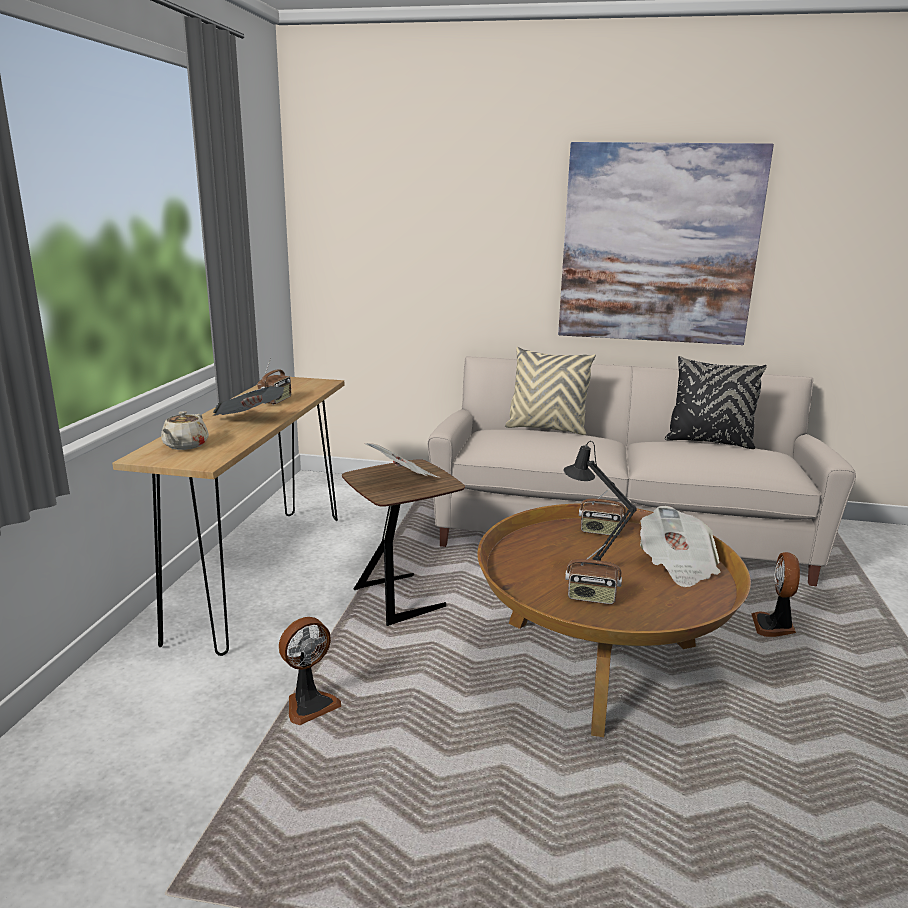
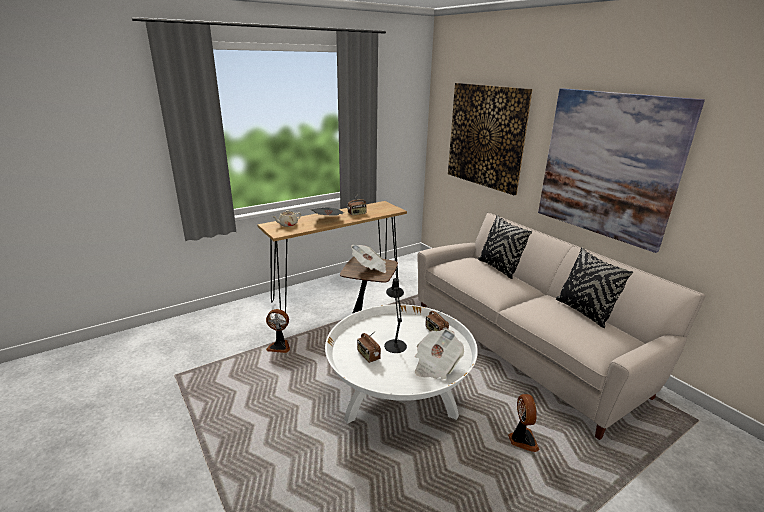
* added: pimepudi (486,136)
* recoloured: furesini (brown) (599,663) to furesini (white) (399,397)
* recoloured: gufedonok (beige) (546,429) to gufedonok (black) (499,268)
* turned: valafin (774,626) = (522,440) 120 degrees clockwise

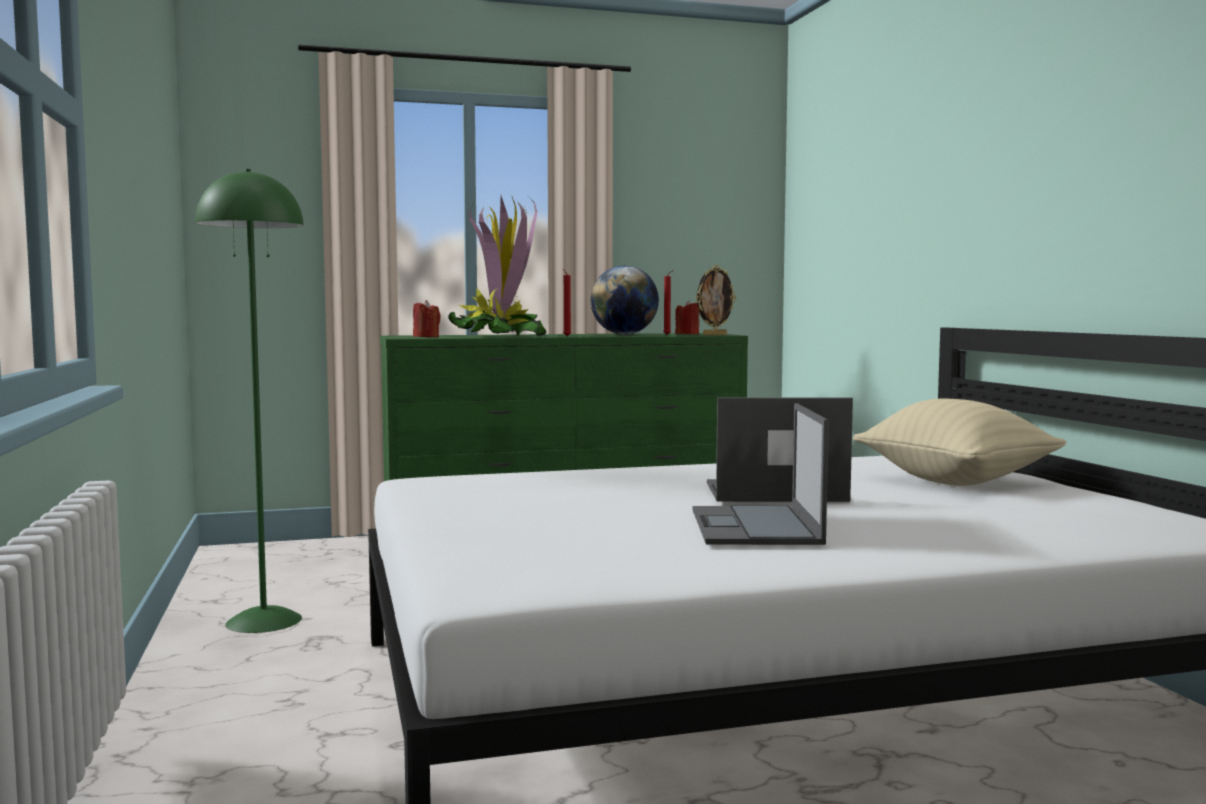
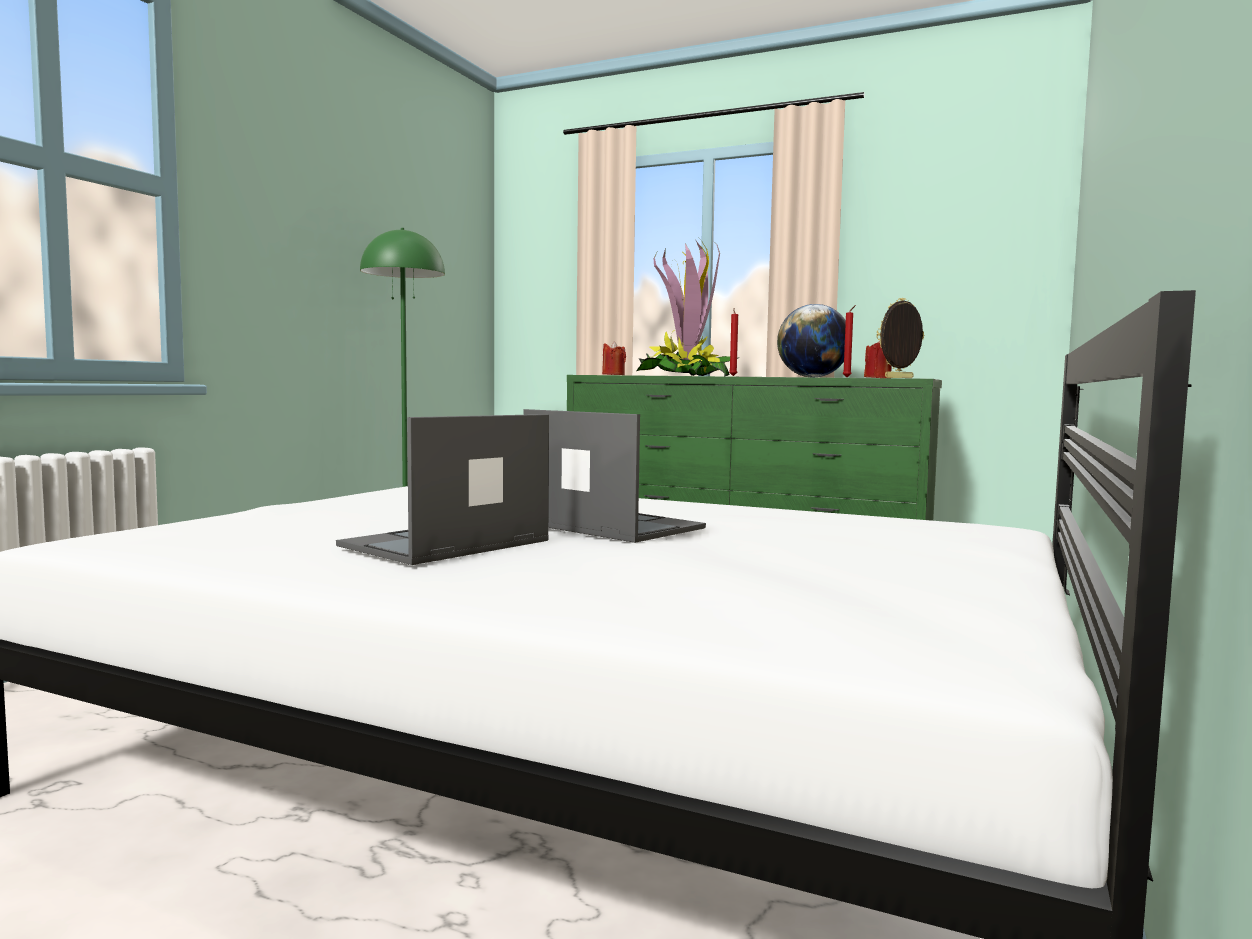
* removed: gufedonok (beige) (956,481)
* turned: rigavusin (714,335) = (899,377) 150 degrees clockwise

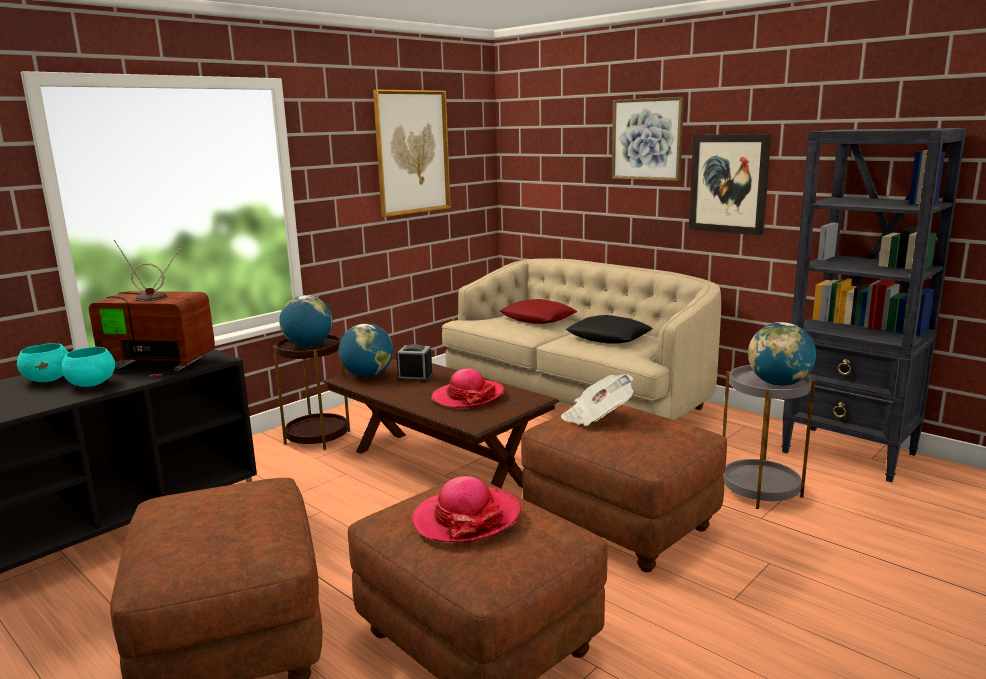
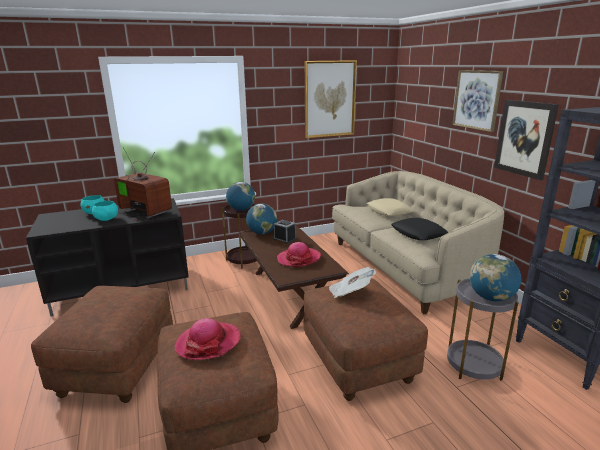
* recoloured: gufedonok (red) (538,318) to gufedonok (beige) (389,211)

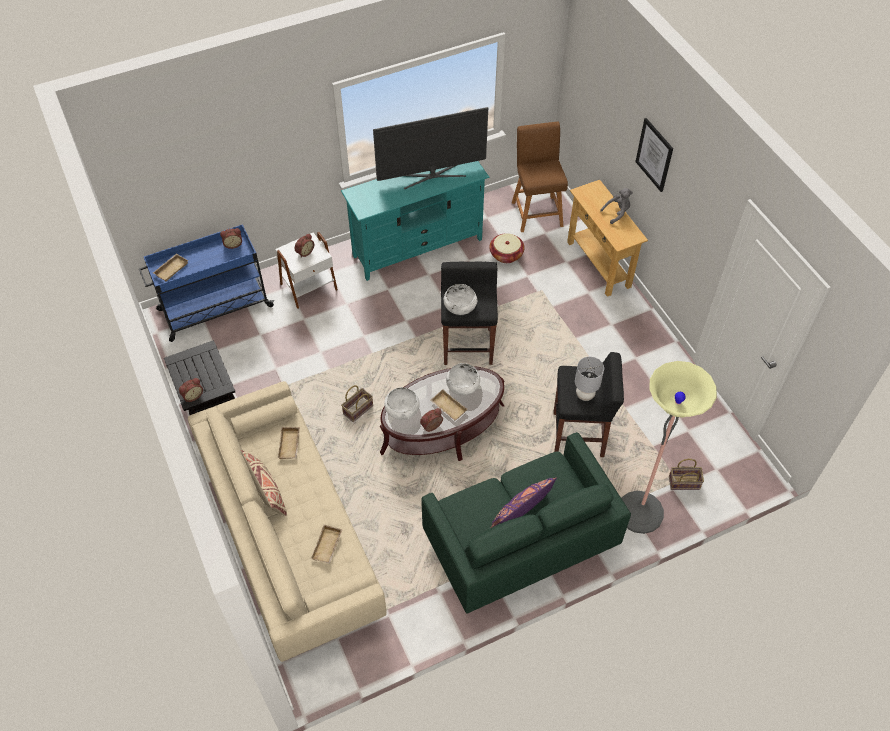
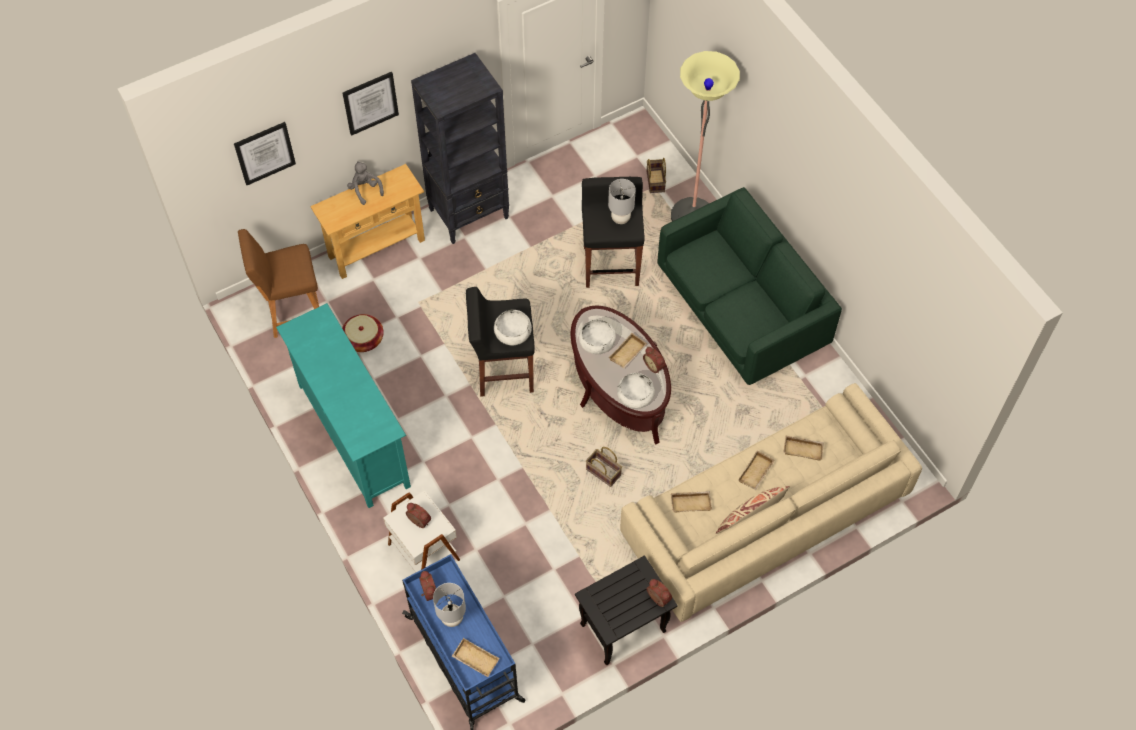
* removed: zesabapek (432,175)
* removed: gufedonok (purple) (522,510)
* added: pimepudi (264,153)
* added: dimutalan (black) (469,213)
* added: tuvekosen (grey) (452,618)
* added: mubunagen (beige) (756,473)

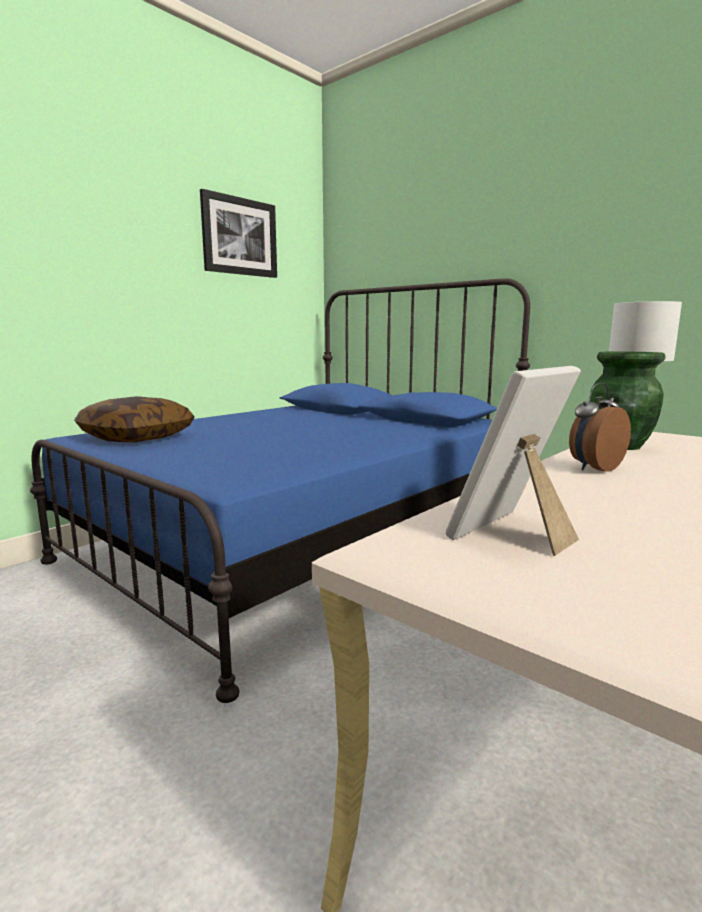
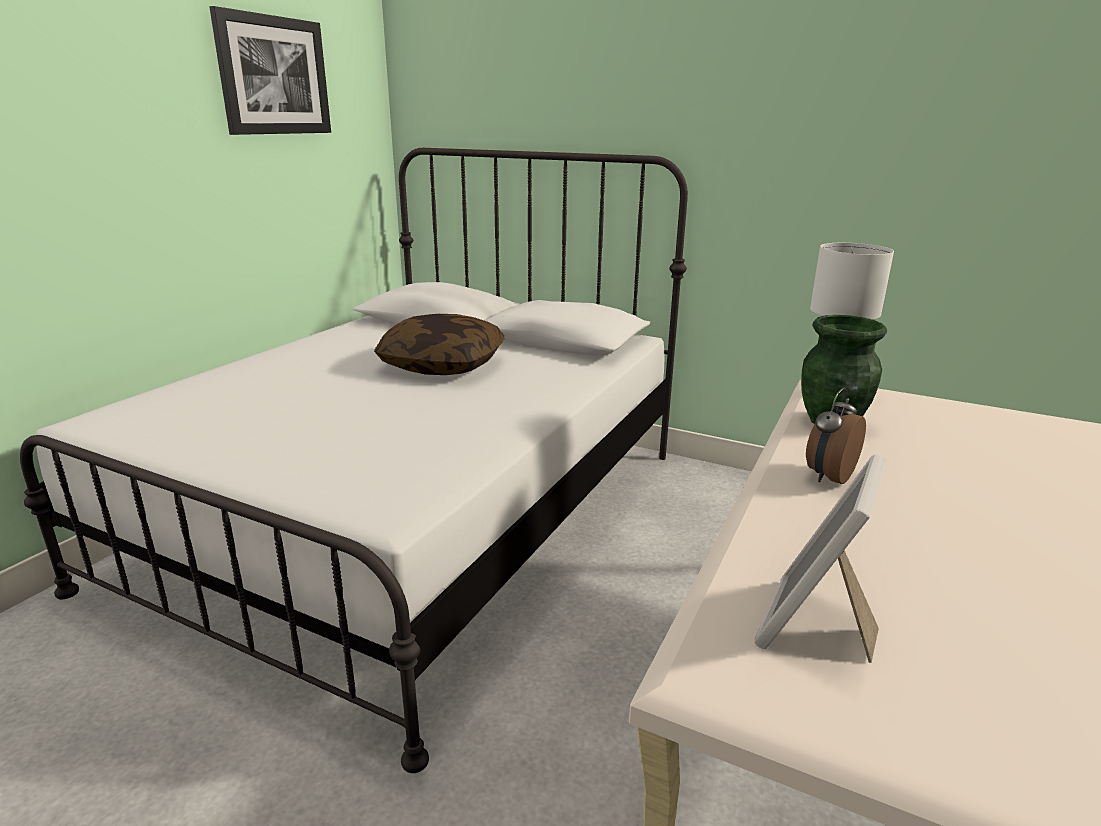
* moved: gufedonok (137,438) to (442,365)
* recoloured: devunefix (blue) (300,543) to devunefix (white) (417,514)

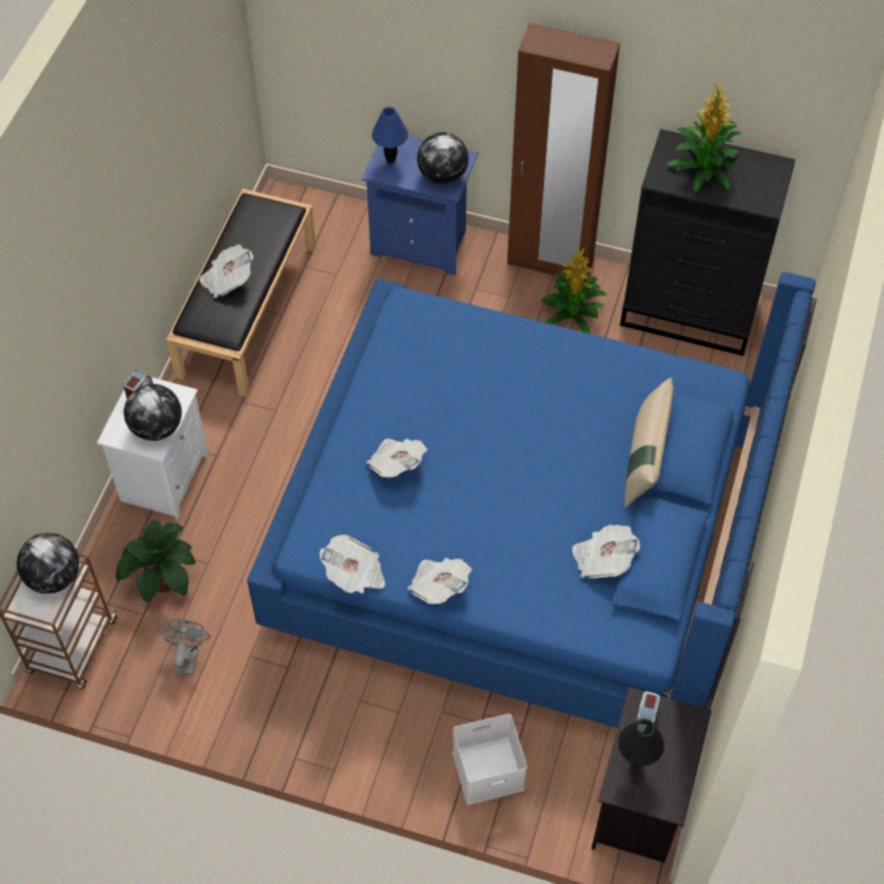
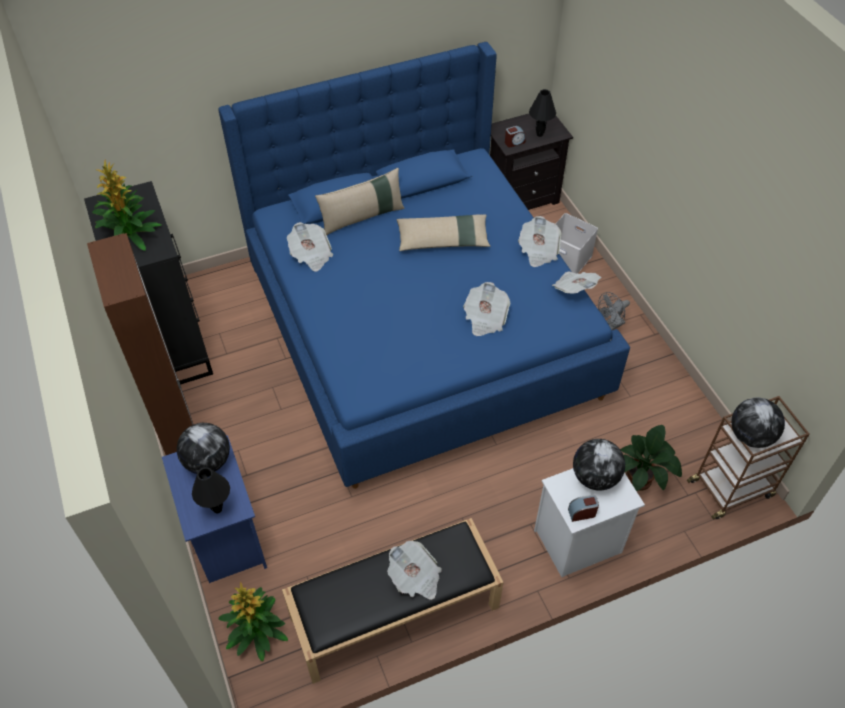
* added: gufedonok (beige) (443,239)
* moved: valafin (grey) (187,656) to (610,326)
* moved: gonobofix (572,313) to (255,630)
* moved: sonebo (603,559) to (311,255)
* recoloured: tuvekosen (blue) (390,159) to tuvekosen (black) (217,510)

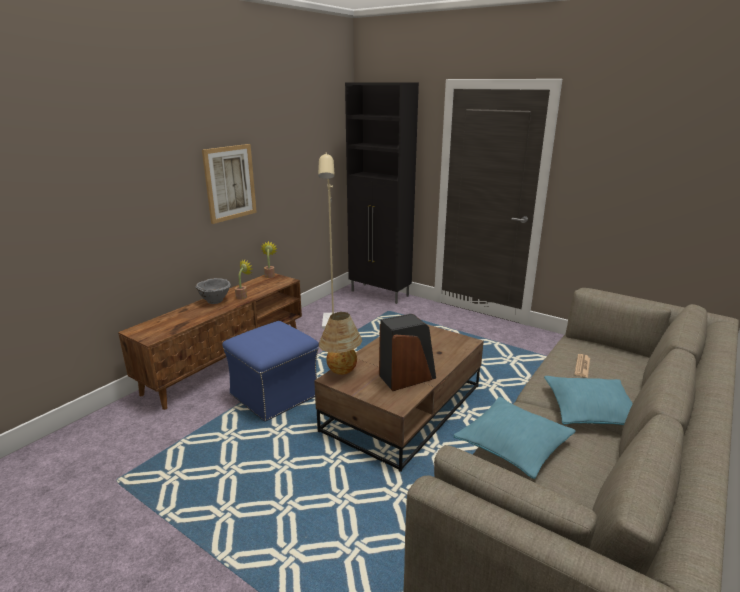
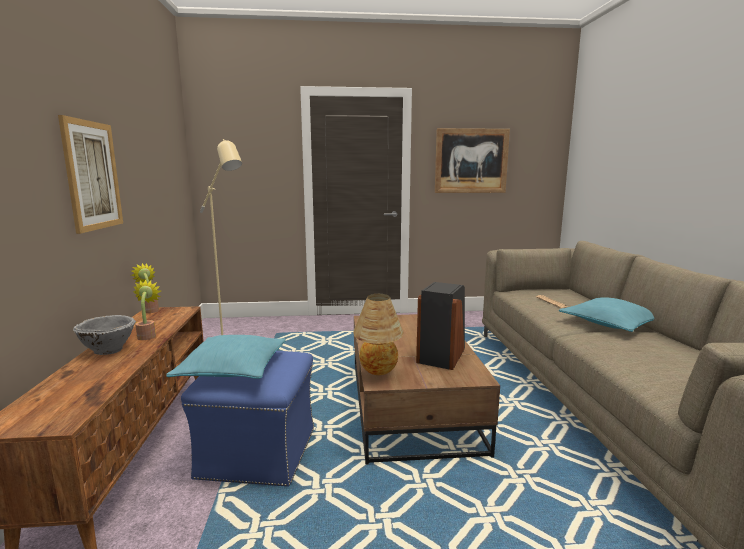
* removed: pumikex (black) (380,294)
* added: pimepudi (471,161)
* moved: gufedonok (turquoise) (513,444) to (232,369)

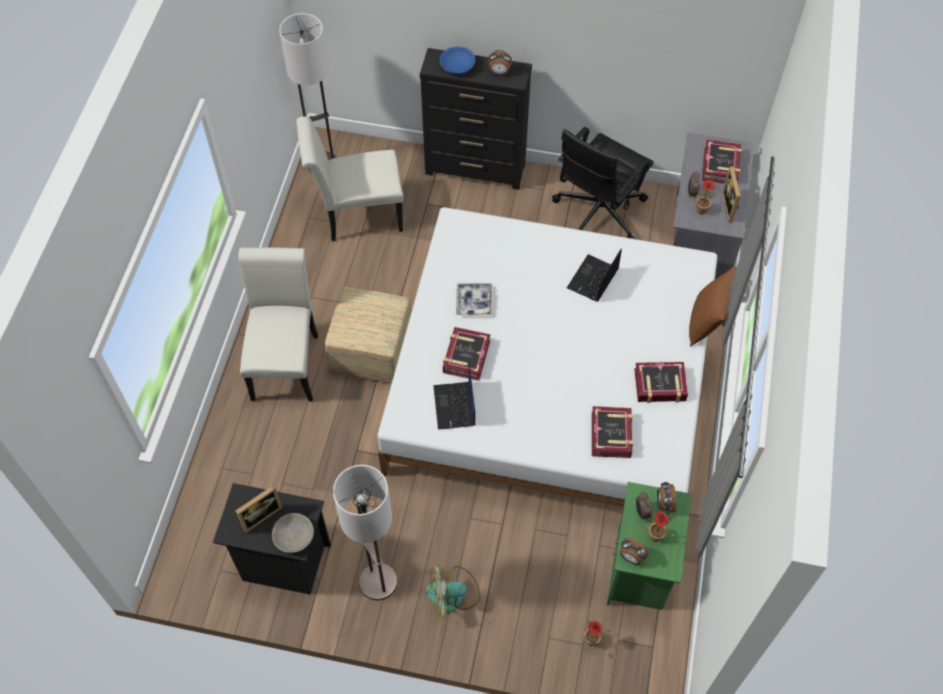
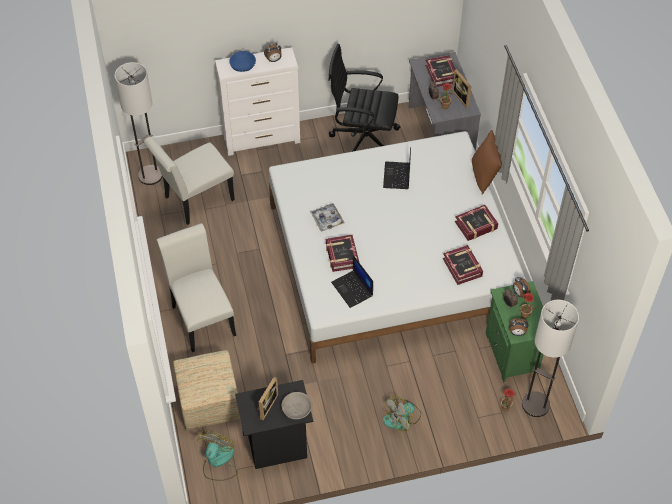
* added: valafin (218,462)
* moved: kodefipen (371,352) to (209,402)
* moved: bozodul (377,582) to (535,404)
* recoloured: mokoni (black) (476,170) to mokoni (white) (262,140)
* turned: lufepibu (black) (597,214) = (363,139) 90 degrees clockwise

